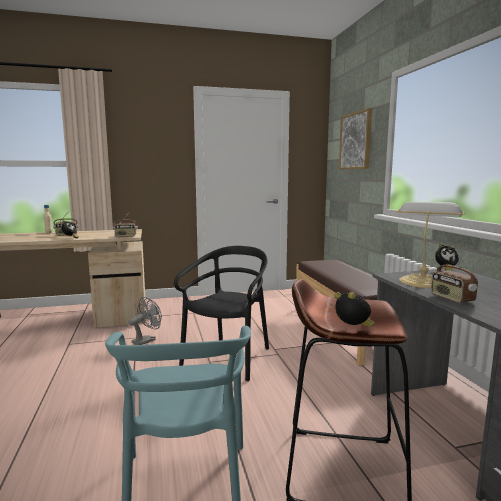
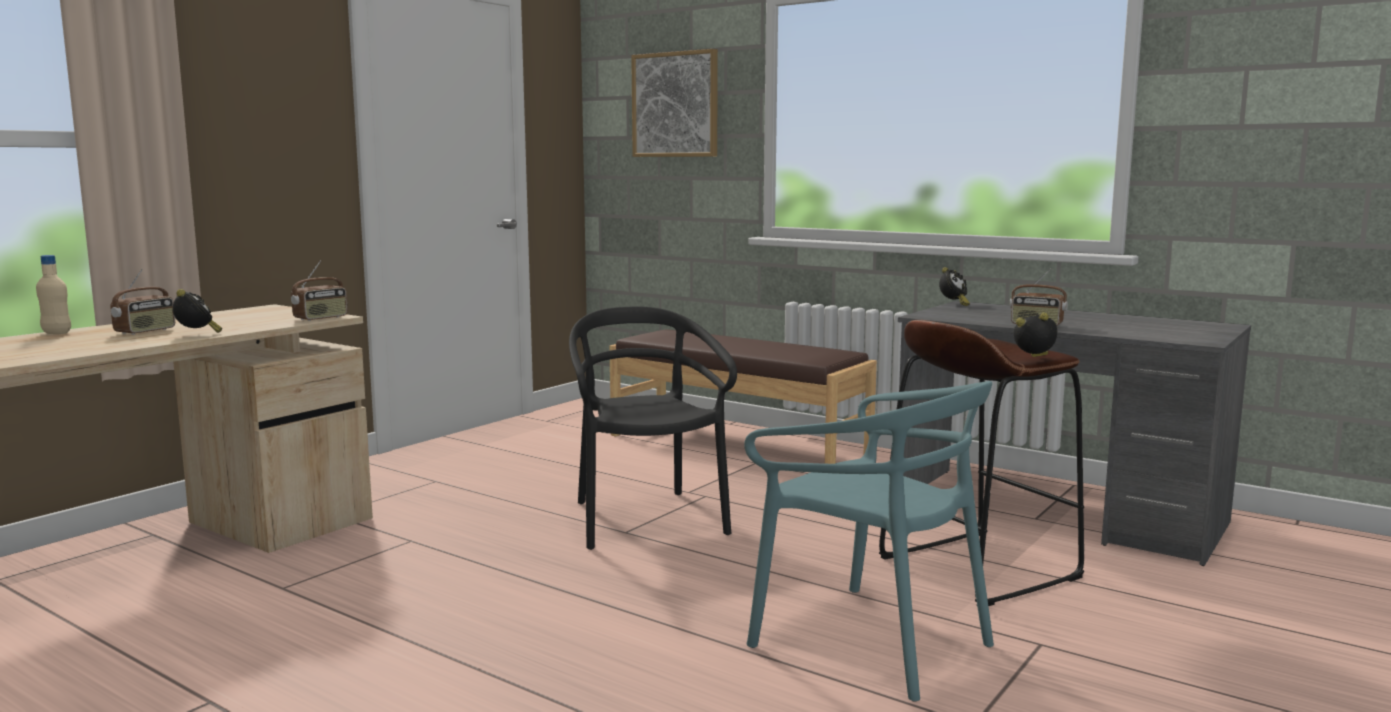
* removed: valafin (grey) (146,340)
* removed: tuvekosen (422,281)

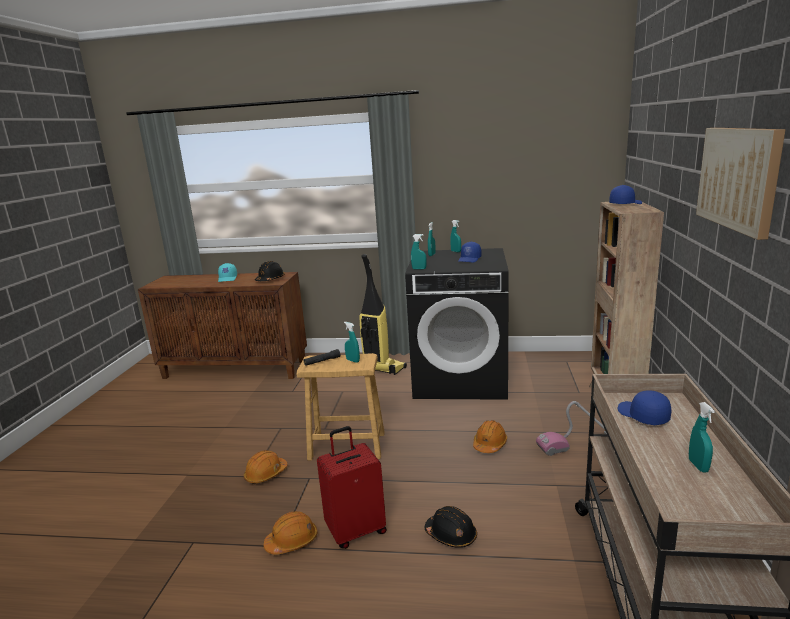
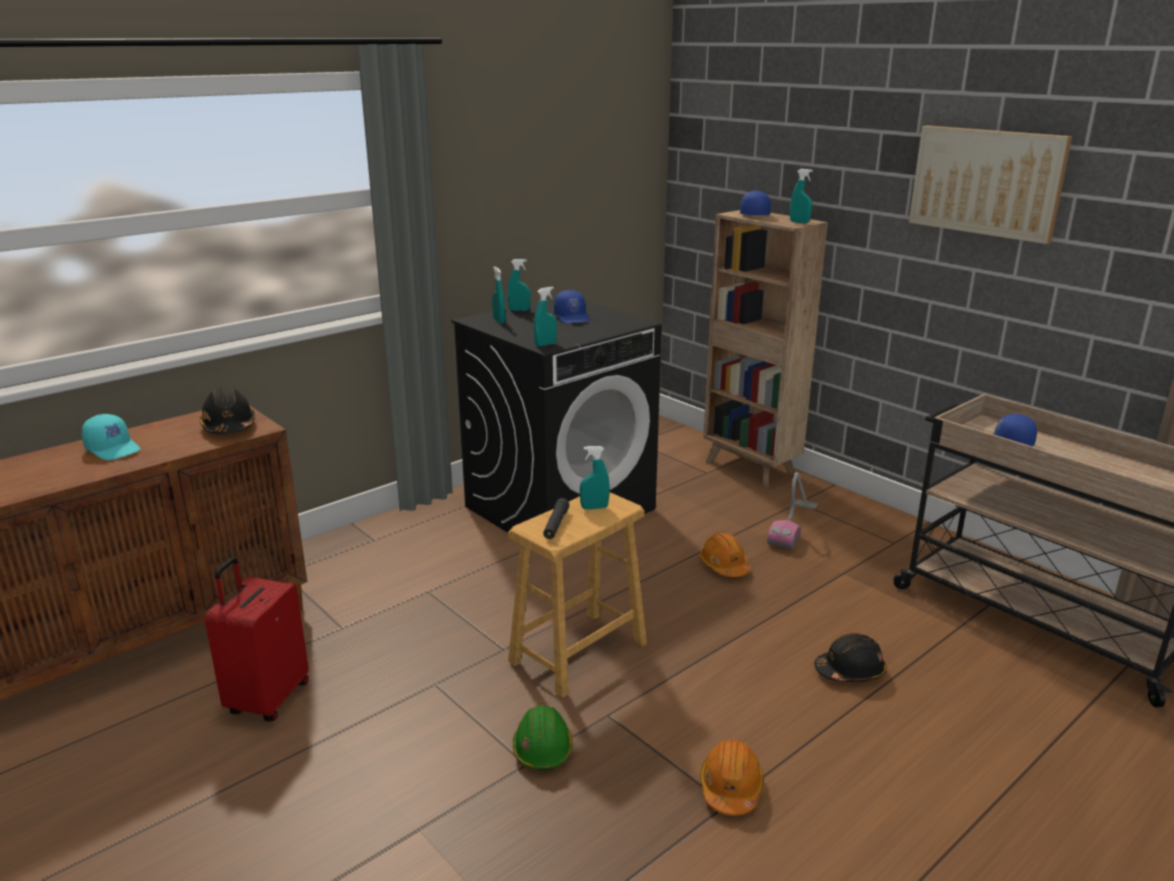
* removed: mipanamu (381,368)
* moved: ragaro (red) (356,530) to (267,699)
* moved: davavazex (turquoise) (698,466) to (799,222)
* recoloured: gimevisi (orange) (266,474) to gimevisi (green) (542,748)

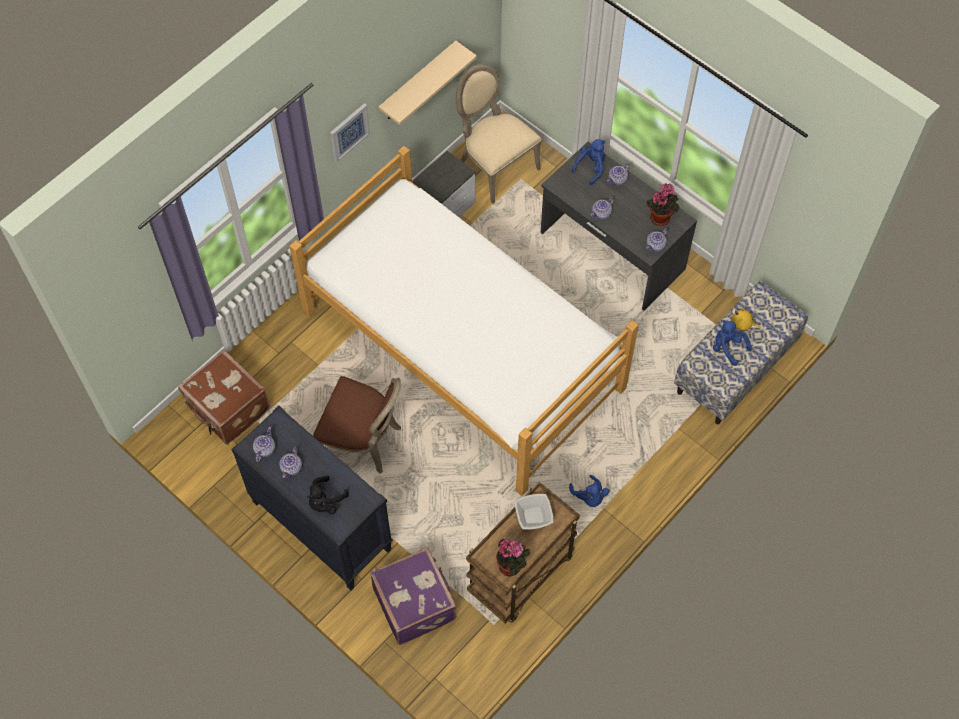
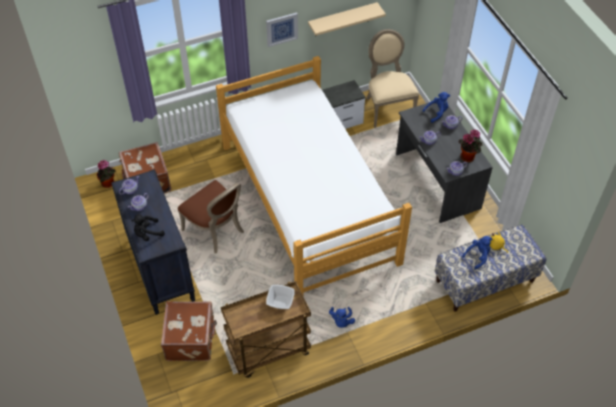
* moved: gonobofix (512,566) to (109,183)
* recoloured: ragaro (purple) (415,603) to ragaro (brown) (191,339)
* turned: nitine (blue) (727,347) = (478,256) 75 degrees clockwise

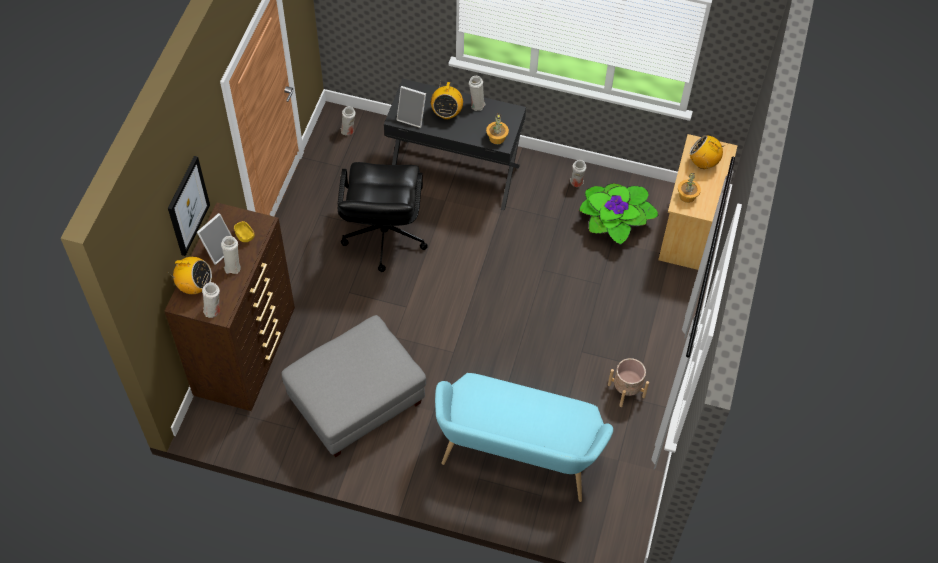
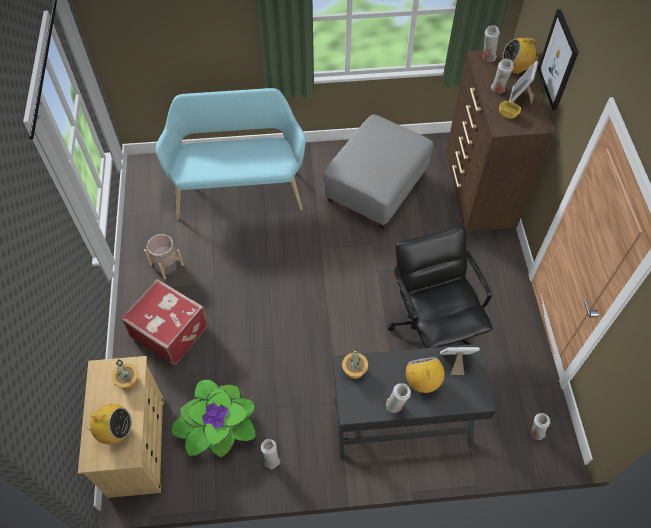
* added: ragaro (red) (170,330)

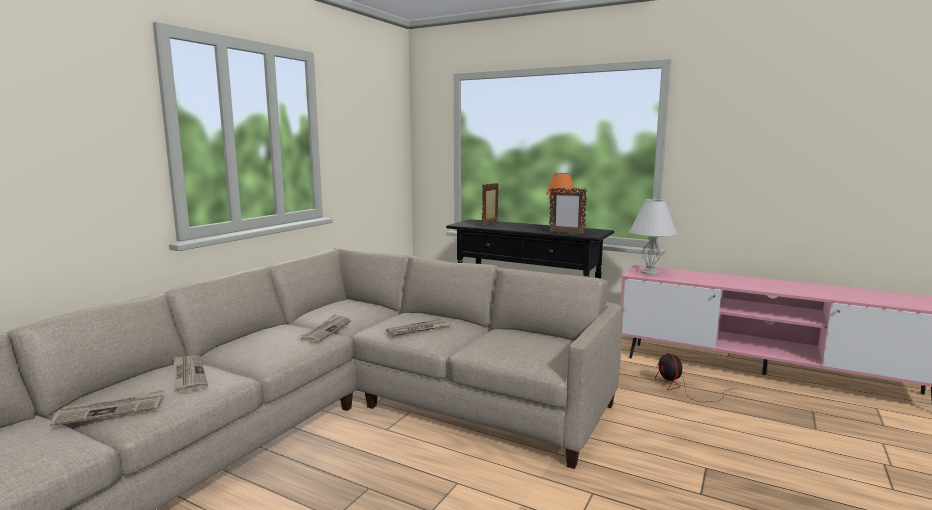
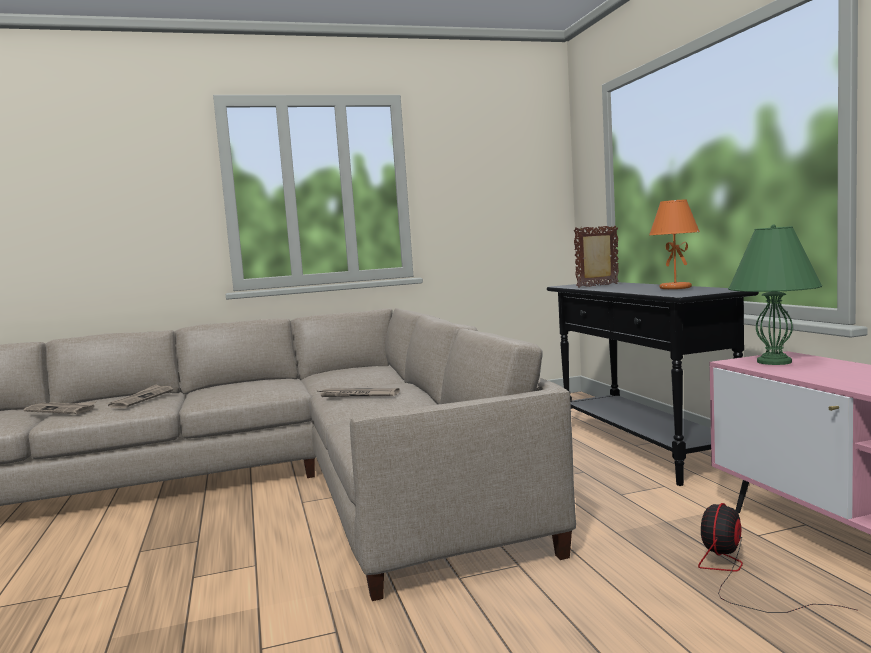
* removed: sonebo (326,330)
* removed: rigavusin (566,233)
* recoloured: tuvekosen (white) (650,272) to tuvekosen (green) (775,362)

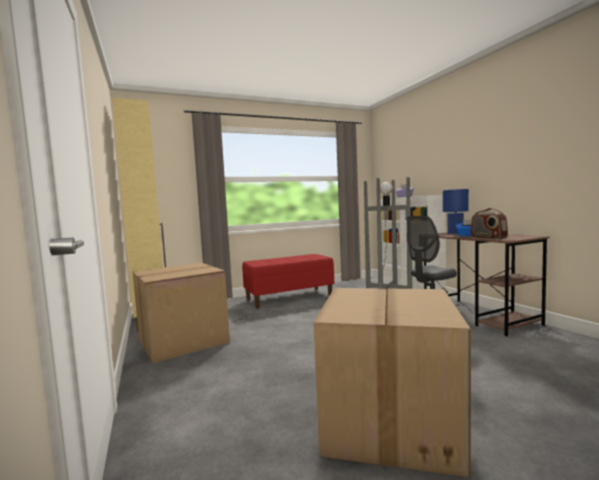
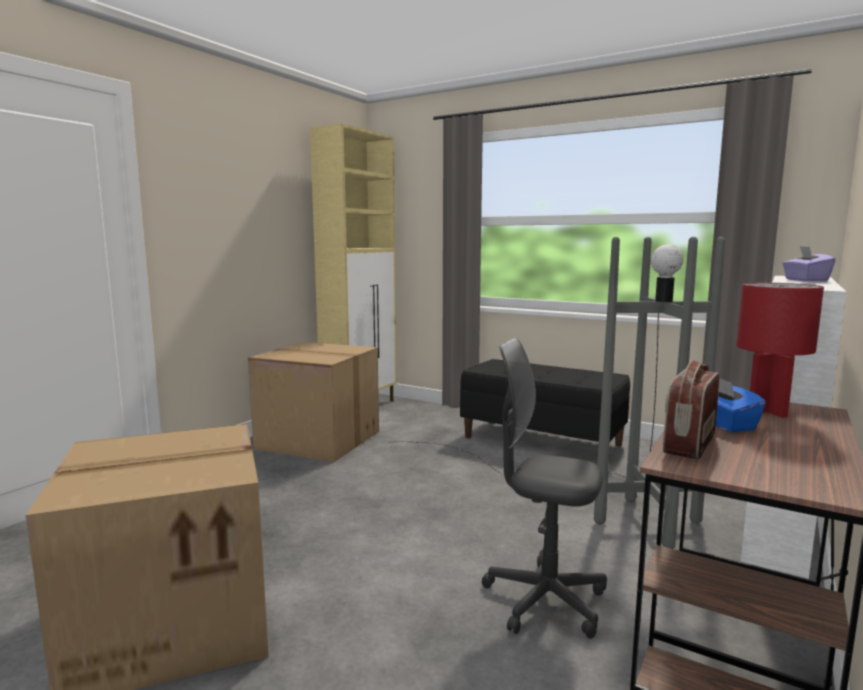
* recoloured: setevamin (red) (289,297) to setevamin (black) (542,441)
* recoloured: tuvekosen (blue) (455,233) to tuvekosen (red) (769,411)

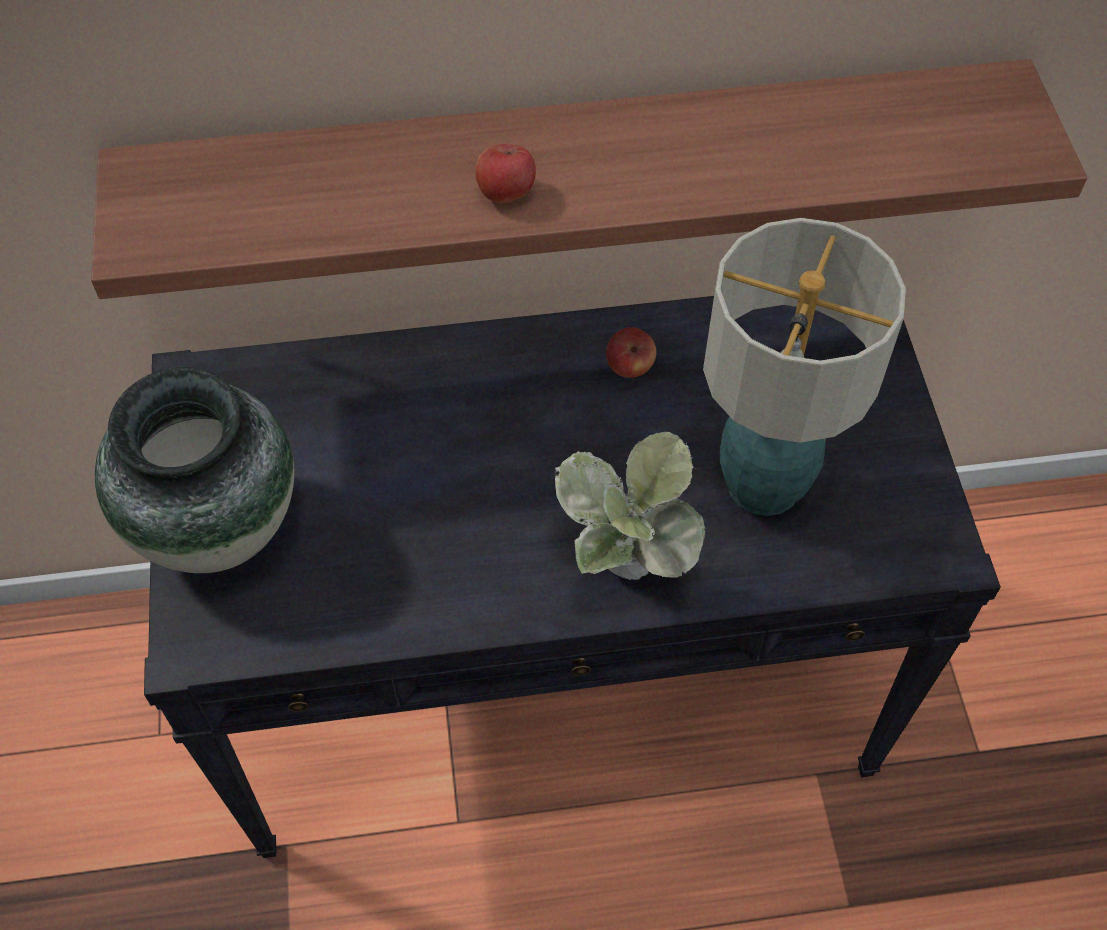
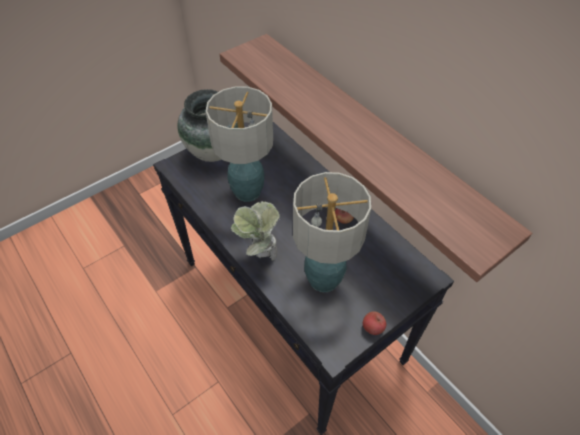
* added: tuvekosen (248,191)
* moved: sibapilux (506,193) to (372,328)

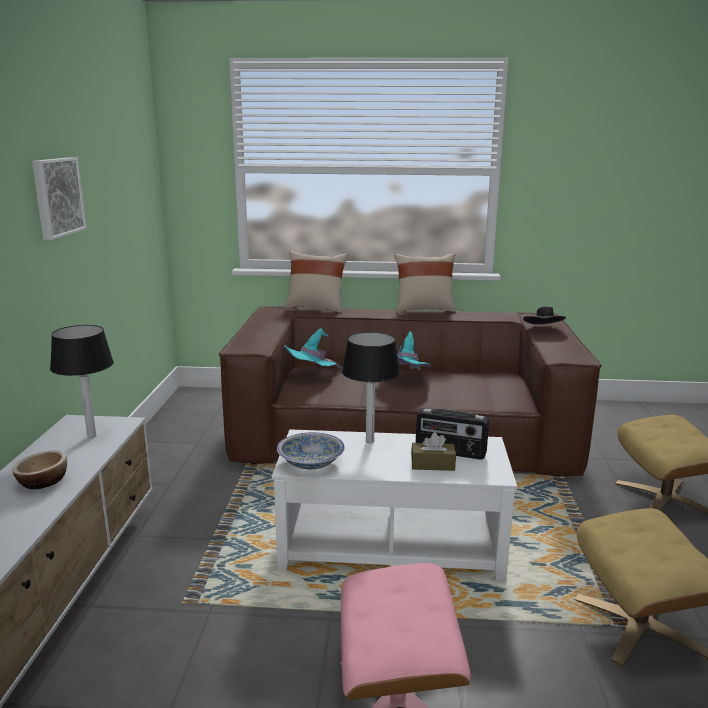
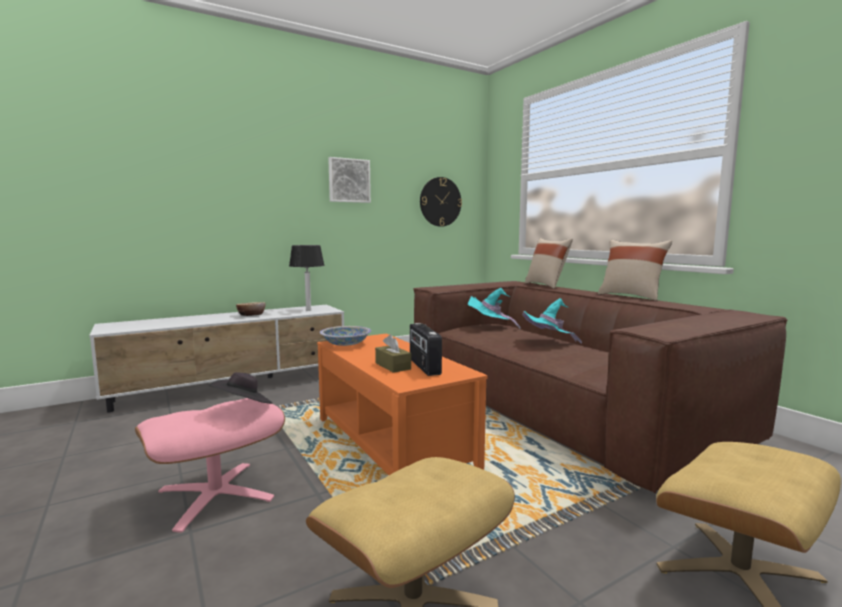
* removed: tuvekosen (370,441)
* added: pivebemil (440,202)
* moved: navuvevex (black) (543,329) to (243,406)
* recoloured: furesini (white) (391,547) to furesini (orange) (392,443)

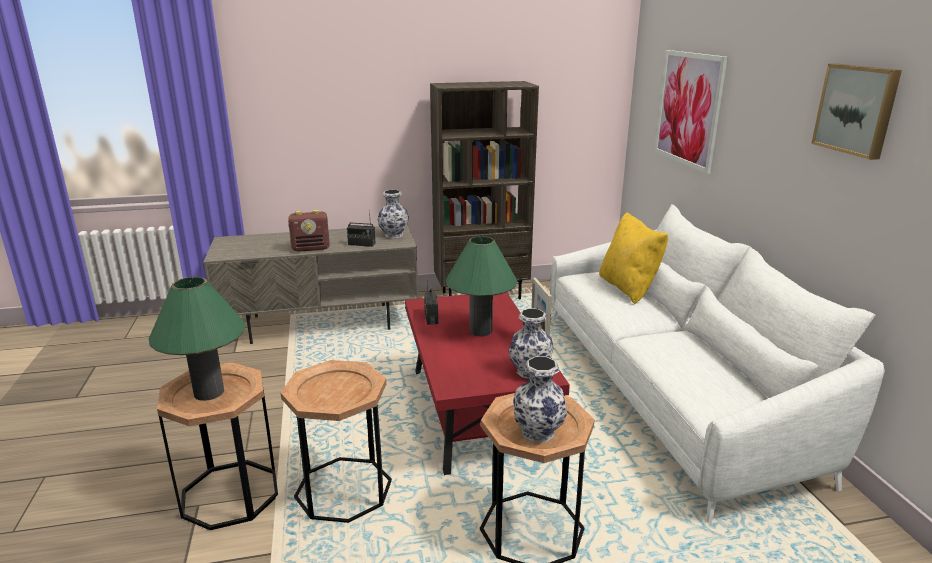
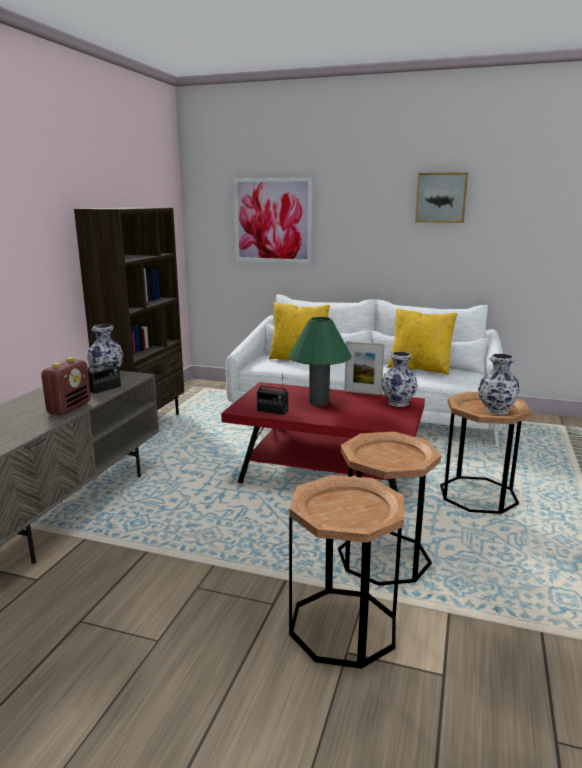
* removed: tuvekosen (green) (209,392)
* added: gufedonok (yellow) (419,368)

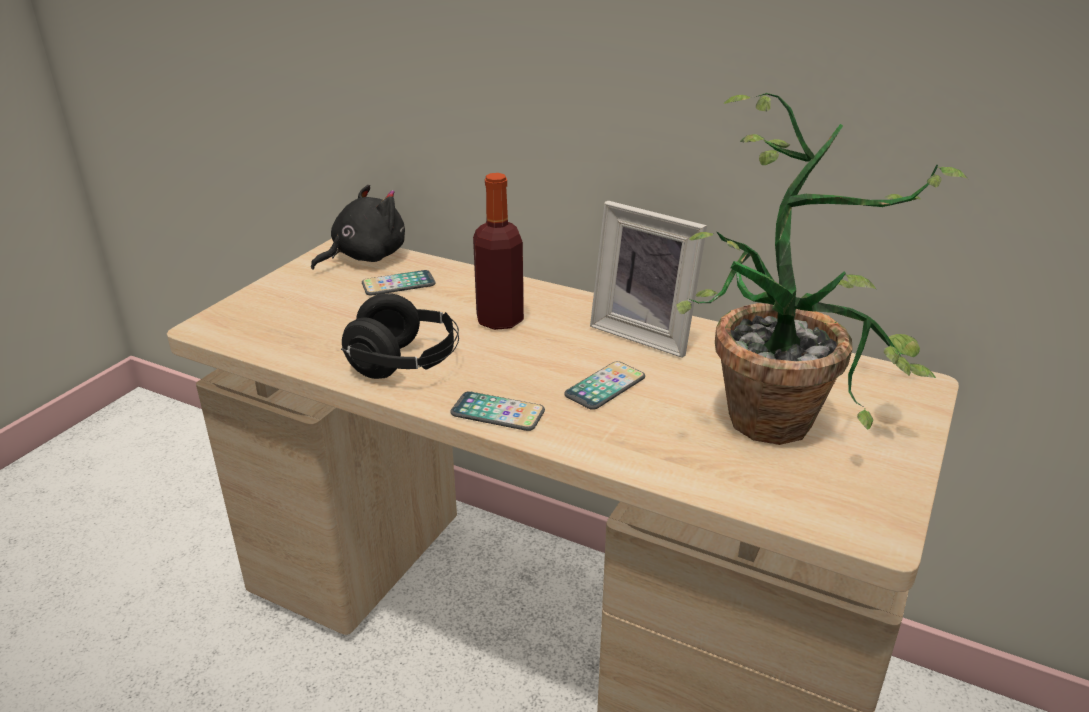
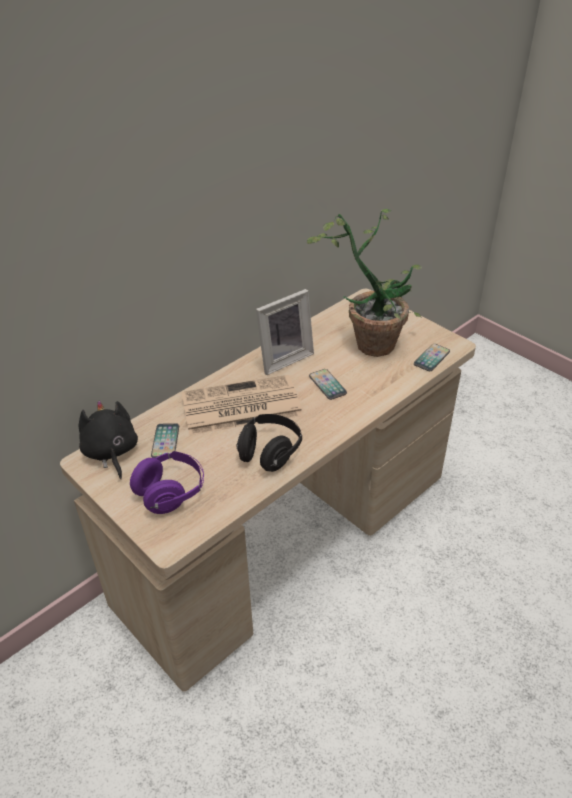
* added: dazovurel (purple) (171,493)
* moved: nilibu (497,413) to (431,358)
* replaced: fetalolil (500,320) to sonebo (239,406)

